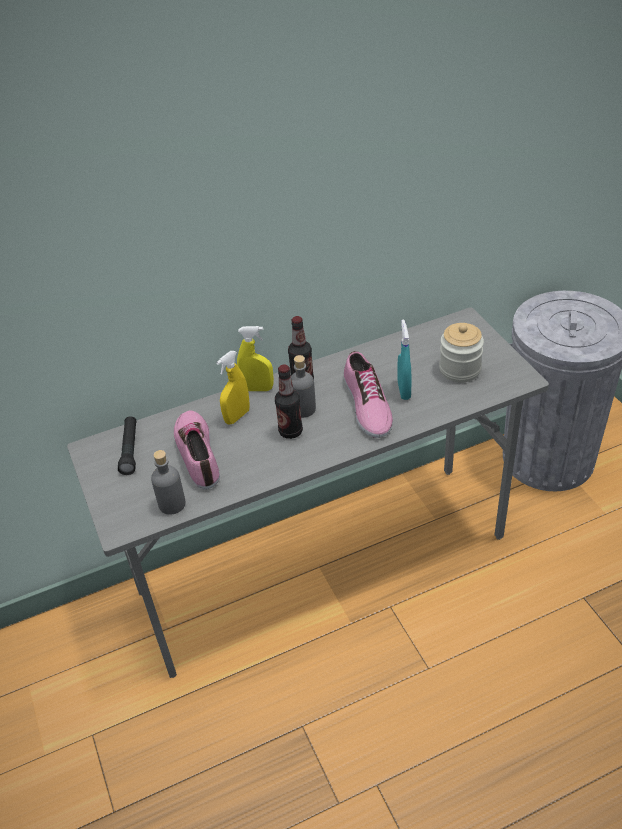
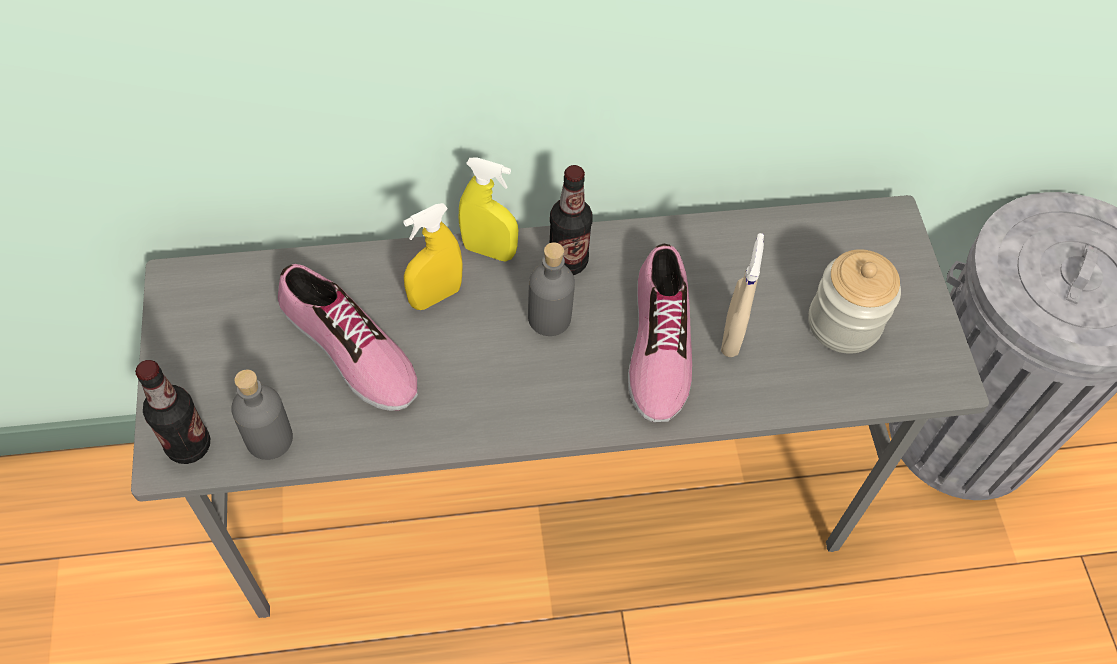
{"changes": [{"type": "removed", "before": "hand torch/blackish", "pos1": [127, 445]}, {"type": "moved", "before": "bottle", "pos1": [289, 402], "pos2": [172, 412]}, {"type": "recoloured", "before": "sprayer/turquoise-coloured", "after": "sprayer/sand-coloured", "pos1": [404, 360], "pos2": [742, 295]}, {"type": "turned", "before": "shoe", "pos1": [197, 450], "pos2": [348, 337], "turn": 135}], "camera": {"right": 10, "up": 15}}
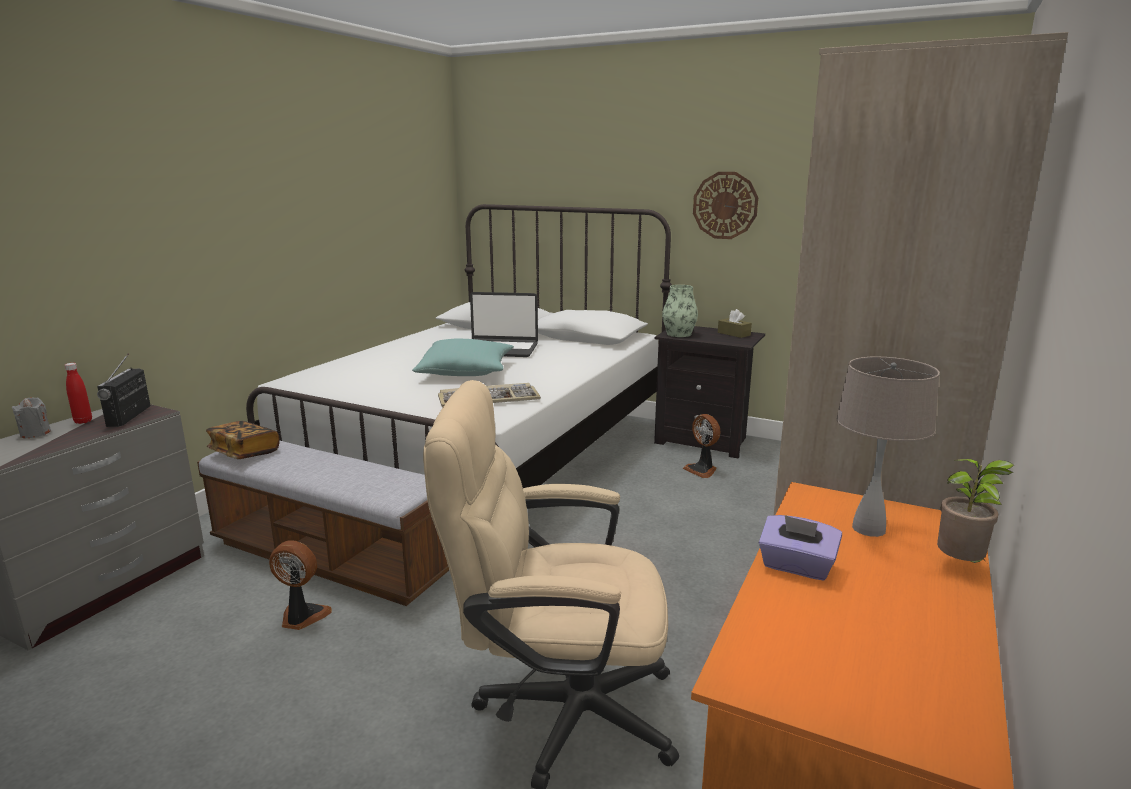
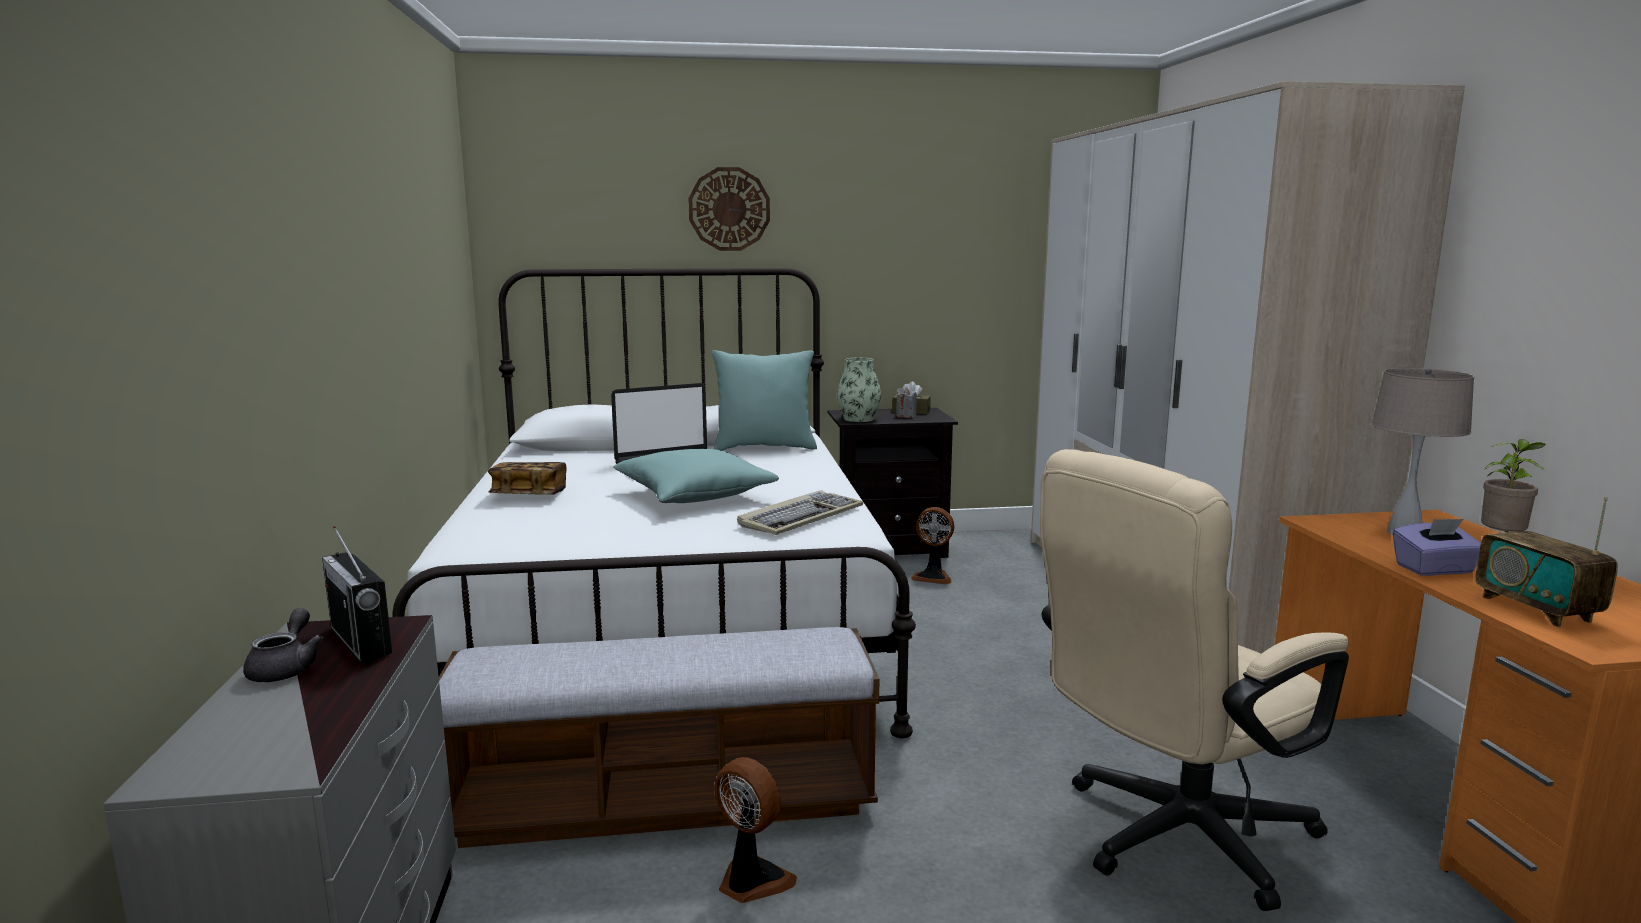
{"changes": [{"type": "added", "after": "throw pillow/turquoise-coloured", "pos2": [764, 400]}, {"type": "added", "after": "radio set", "pos2": [1546, 562]}, {"type": "moved", "before": "wax candle/grey", "pos1": [31, 417], "pos2": [906, 402]}, {"type": "moved", "before": "volume", "pos1": [243, 440], "pos2": [527, 478]}, {"type": "moved", "before": "wall clock", "pos1": [725, 205], "pos2": [729, 209]}, {"type": "replaced", "before": "bottle/red", "after": "tea pot/grey", "pos1": [78, 393], "pos2": [283, 645]}, {"type": "turned", "before": "fan", "pos1": [300, 585], "pos2": [755, 830], "turn": 60}], "camera": {"right": -35, "up": -5}}
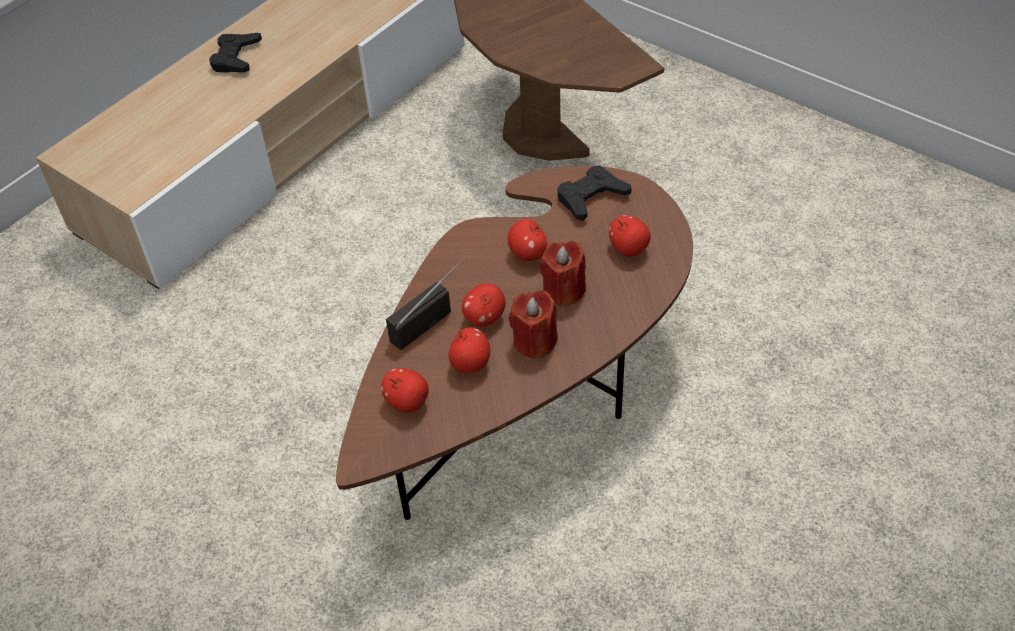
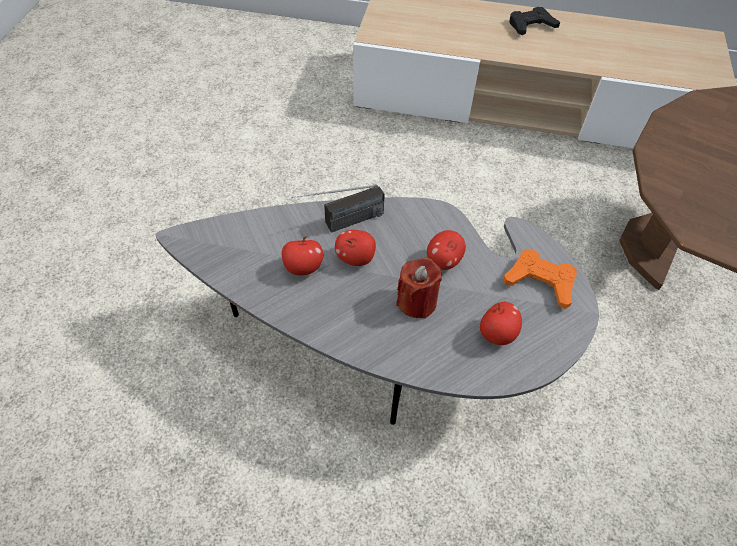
{"changes": [{"type": "removed", "before": "whole apple", "pos1": [405, 390]}, {"type": "removed", "before": "wax candle/red", "pos1": [533, 324]}, {"type": "recoloured", "before": "coffee table/brownish", "after": "coffee table/grey", "pos1": [514, 343], "pos2": [377, 311]}, {"type": "recoloured", "before": "game controller/blackish", "after": "game controller/orange-coloured", "pos1": [594, 193], "pos2": [540, 279]}, {"type": "turned", "before": "radio set", "pos1": [429, 299], "pos2": [338, 208], "turn": 135}], "camera": {"right": 60, "up": 5}}
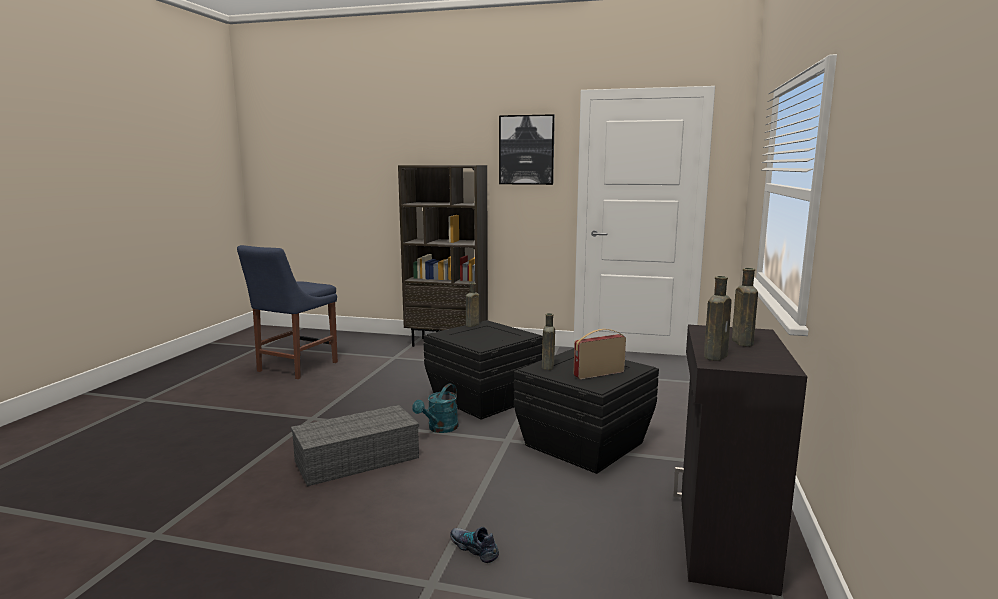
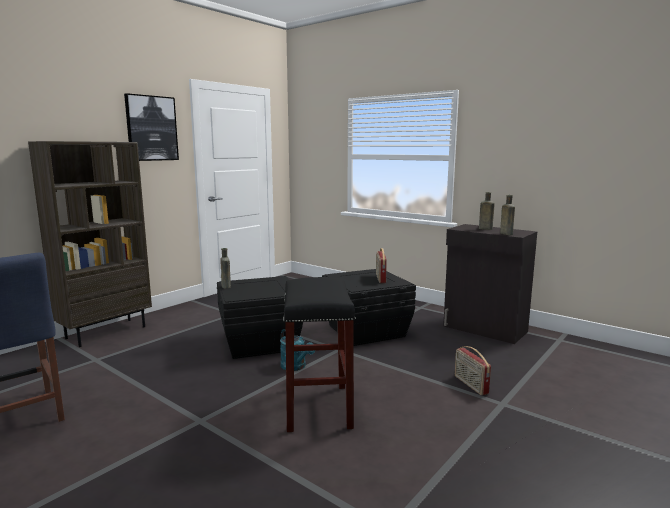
{"changes": [{"type": "removed", "before": "bottle/brownish", "pos1": [548, 341]}, {"type": "replaced", "before": "storage box/grey", "after": "stool/blackish", "pos1": [355, 445], "pos2": [319, 354]}, {"type": "replaced", "before": "shoe", "after": "radio set", "pos1": [474, 545], "pos2": [473, 370]}], "camera": {"right": -65, "up": 0}}
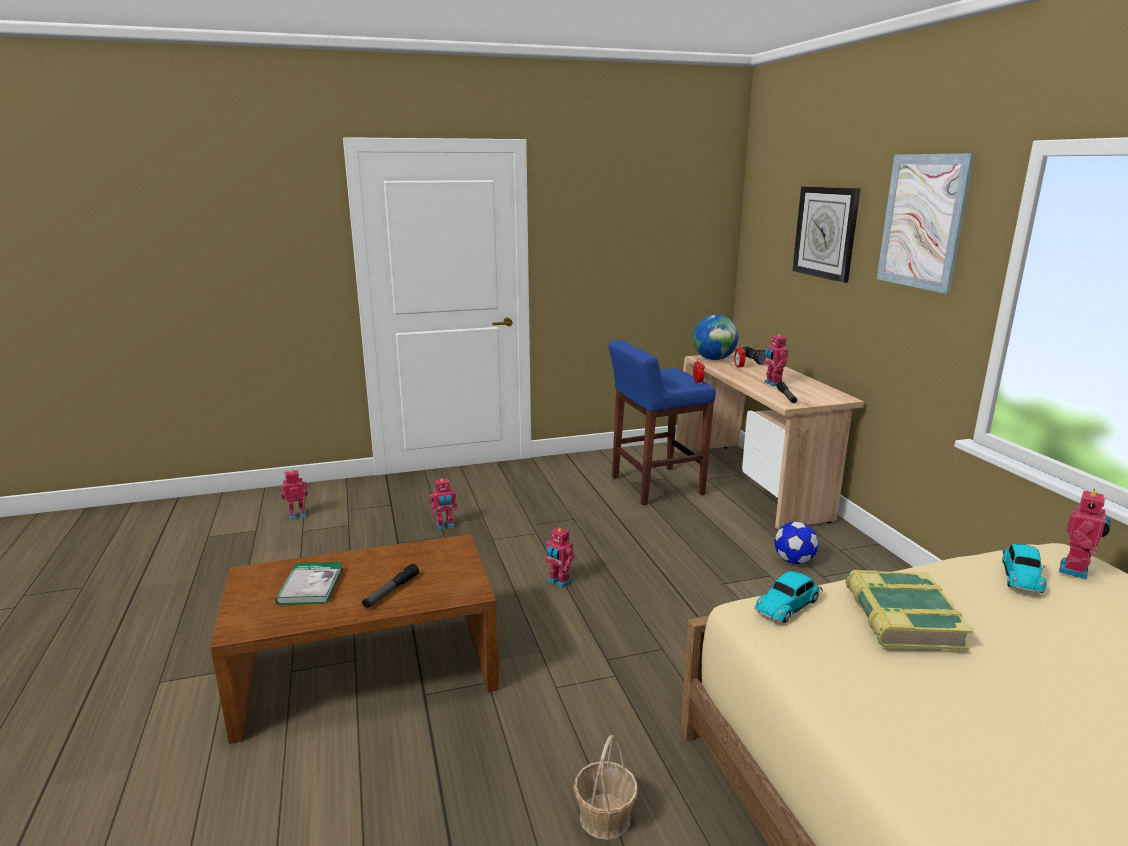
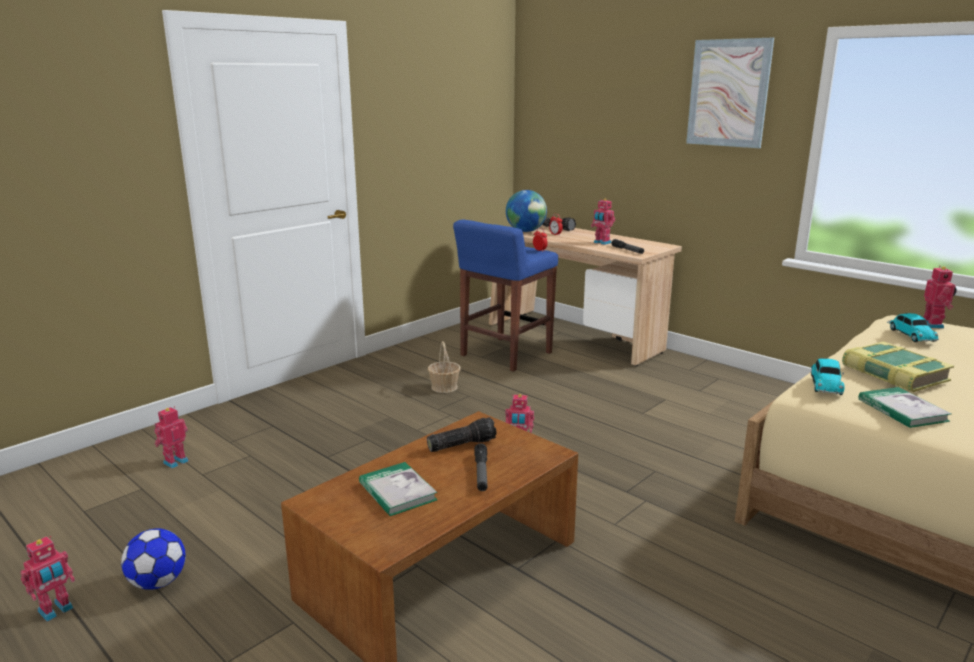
{"changes": [{"type": "removed", "before": "wall clock", "pos1": [826, 234]}, {"type": "added", "after": "hand torch", "pos2": [462, 434]}, {"type": "added", "after": "volume", "pos2": [905, 407]}, {"type": "moved", "before": "model robot", "pos1": [443, 504], "pos2": [48, 579]}, {"type": "moved", "before": "basket", "pos1": [606, 787], "pos2": [444, 367]}, {"type": "moved", "before": "ball for football", "pos1": [796, 543], "pos2": [153, 559]}], "camera": {"right": -30, "up": 0}}
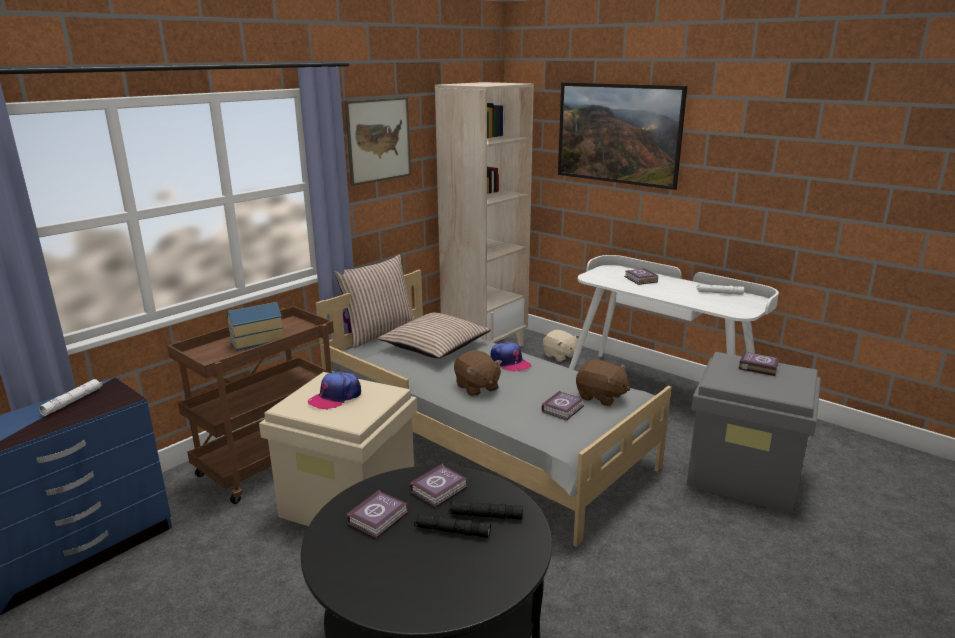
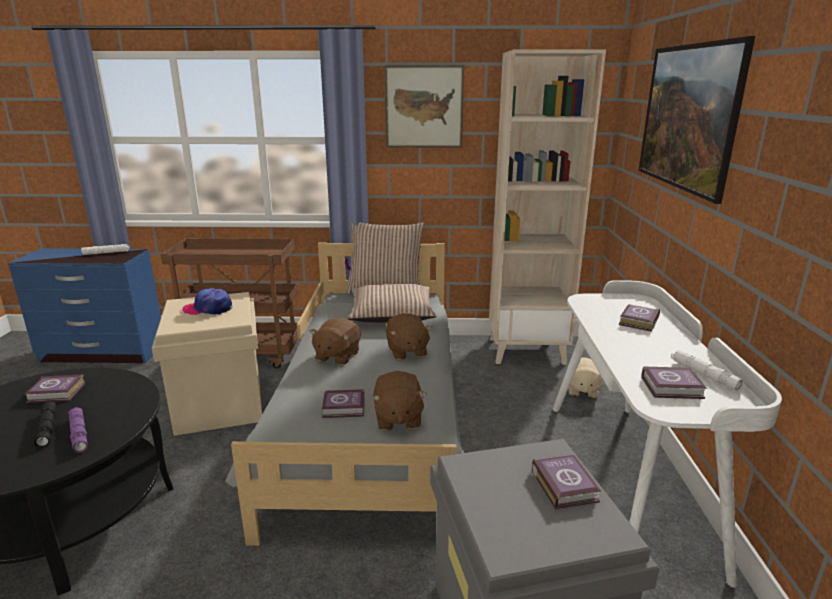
{"changes": [{"type": "removed", "before": "miniature house", "pos1": [255, 326]}, {"type": "moved", "before": "volume", "pos1": [439, 486], "pos2": [674, 382]}, {"type": "replaced", "before": "peaked cap", "after": "cuddly toy/brownish", "pos1": [510, 356], "pos2": [409, 336]}, {"type": "recoloured", "before": "hand torch/blackish", "after": "hand torch/purple", "pos1": [486, 510], "pos2": [78, 430]}], "camera": {"right": 50, "up": 0}}
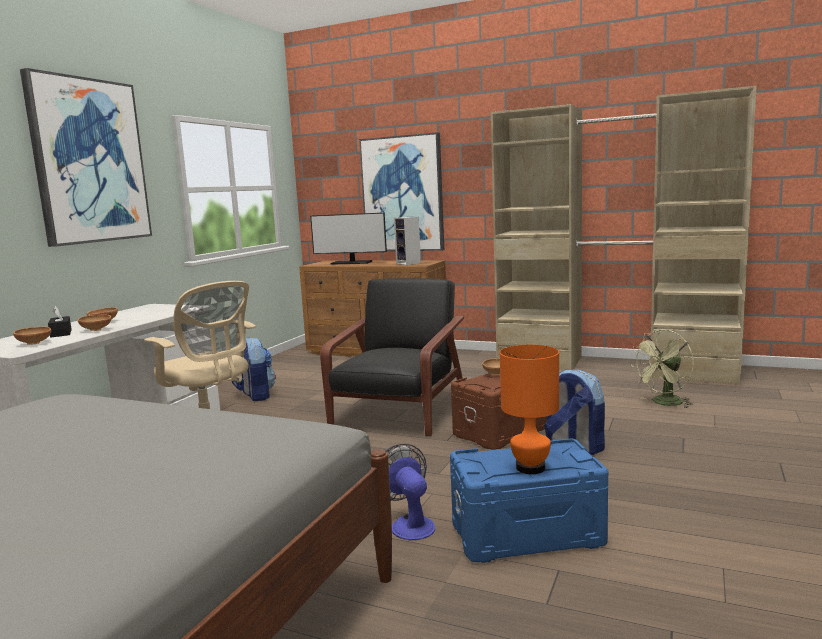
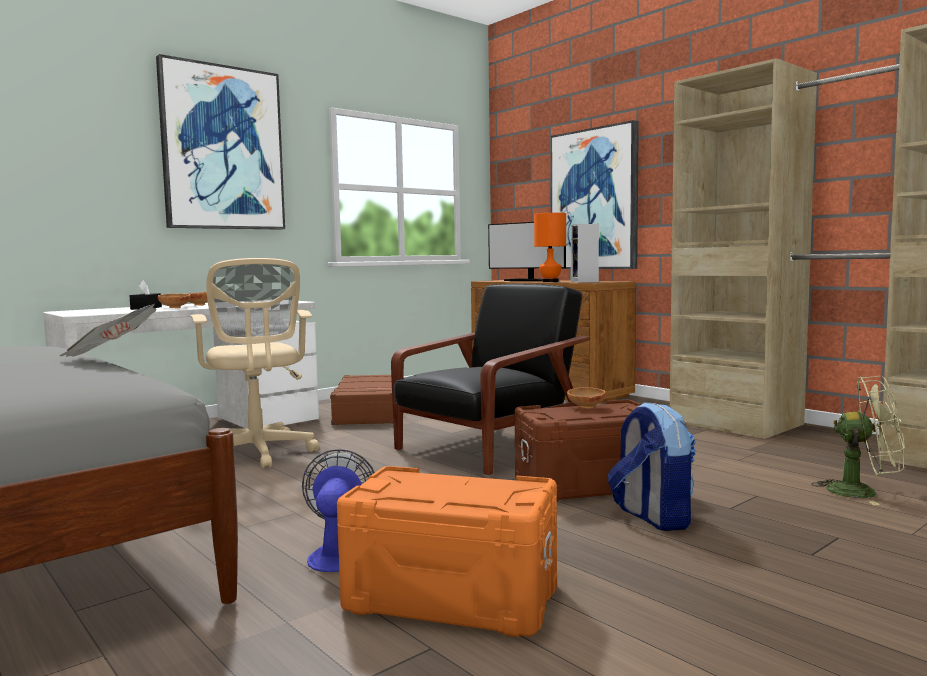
{"changes": [{"type": "removed", "before": "deep dish/brownish", "pos1": [32, 336]}, {"type": "added", "after": "daily paper", "pos2": [108, 330]}, {"type": "moved", "before": "tabletop lamp/orange-coloured", "pos1": [529, 409], "pos2": [550, 247]}, {"type": "replaced", "before": "knapsack", "after": "suitcase/brownish", "pos1": [254, 369], "pos2": [361, 400]}, {"type": "recoloured", "before": "storage box/bluish", "after": "storage box/orange-coloured", "pos1": [529, 500], "pos2": [447, 551]}, {"type": "turned", "before": "fan/green-coloured", "pos1": [661, 369], "pos2": [858, 440], "turn": -150}], "camera": {"right": 25, "up": -5}}
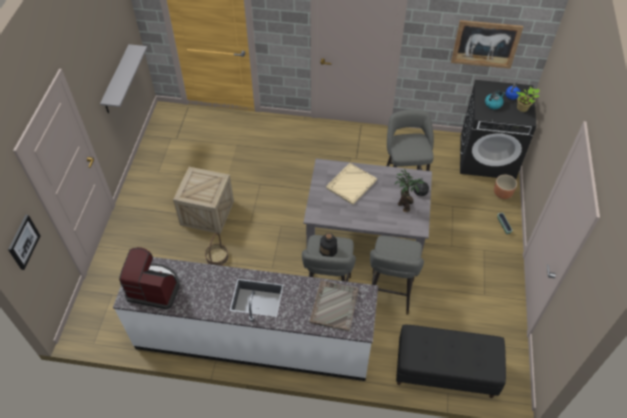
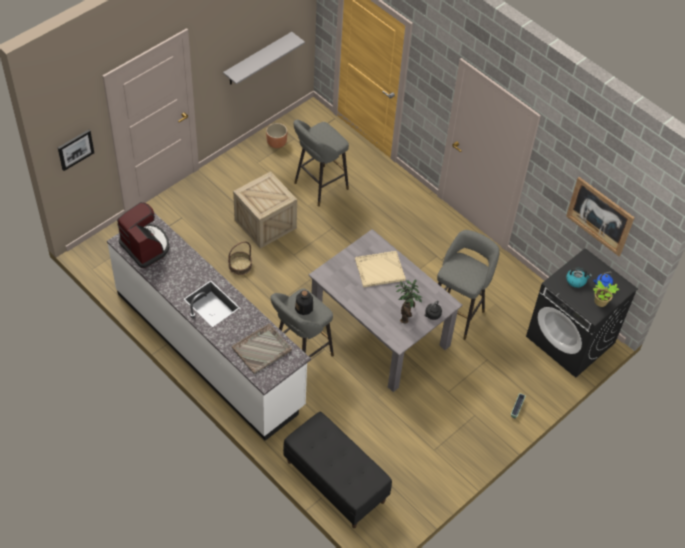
{"changes": [{"type": "moved", "before": "stool/grey", "pos1": [397, 275], "pos2": [321, 163]}, {"type": "moved", "before": "plant pot/brownish", "pos1": [505, 187], "pos2": [276, 135]}], "camera": {"right": 35, "up": 0}}
